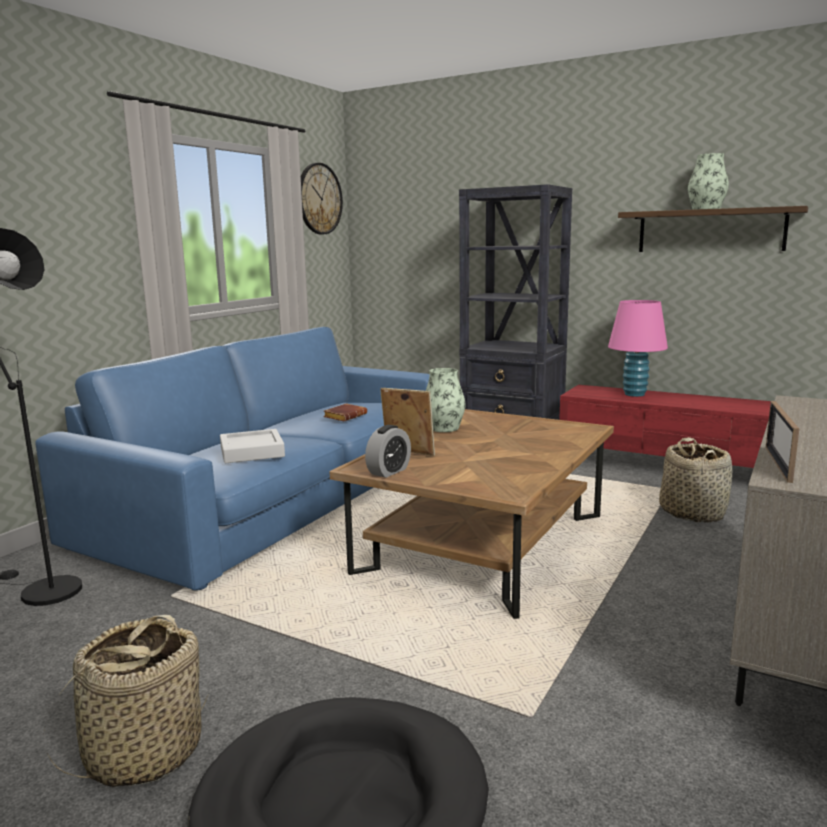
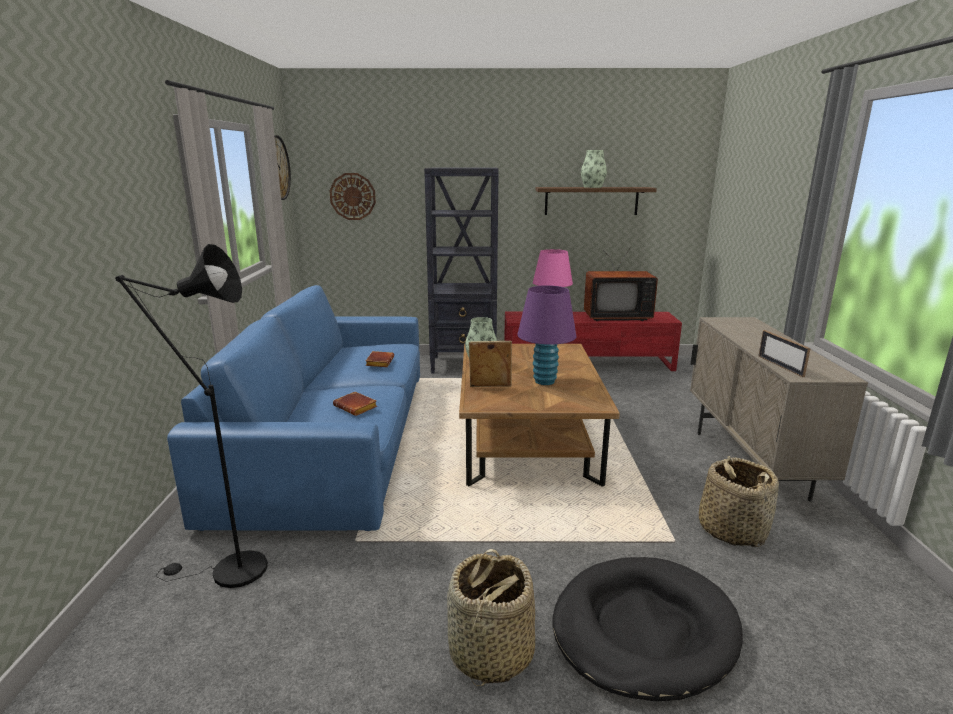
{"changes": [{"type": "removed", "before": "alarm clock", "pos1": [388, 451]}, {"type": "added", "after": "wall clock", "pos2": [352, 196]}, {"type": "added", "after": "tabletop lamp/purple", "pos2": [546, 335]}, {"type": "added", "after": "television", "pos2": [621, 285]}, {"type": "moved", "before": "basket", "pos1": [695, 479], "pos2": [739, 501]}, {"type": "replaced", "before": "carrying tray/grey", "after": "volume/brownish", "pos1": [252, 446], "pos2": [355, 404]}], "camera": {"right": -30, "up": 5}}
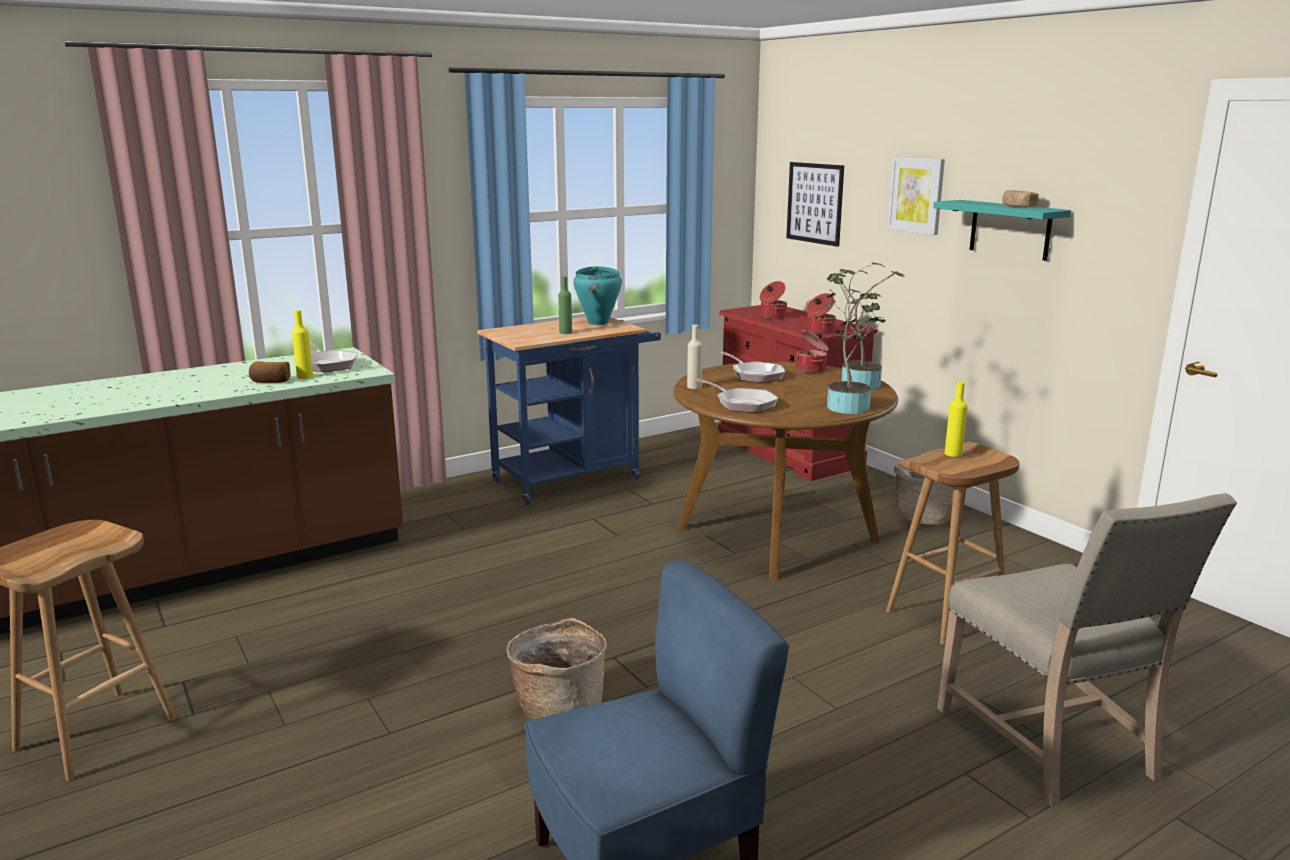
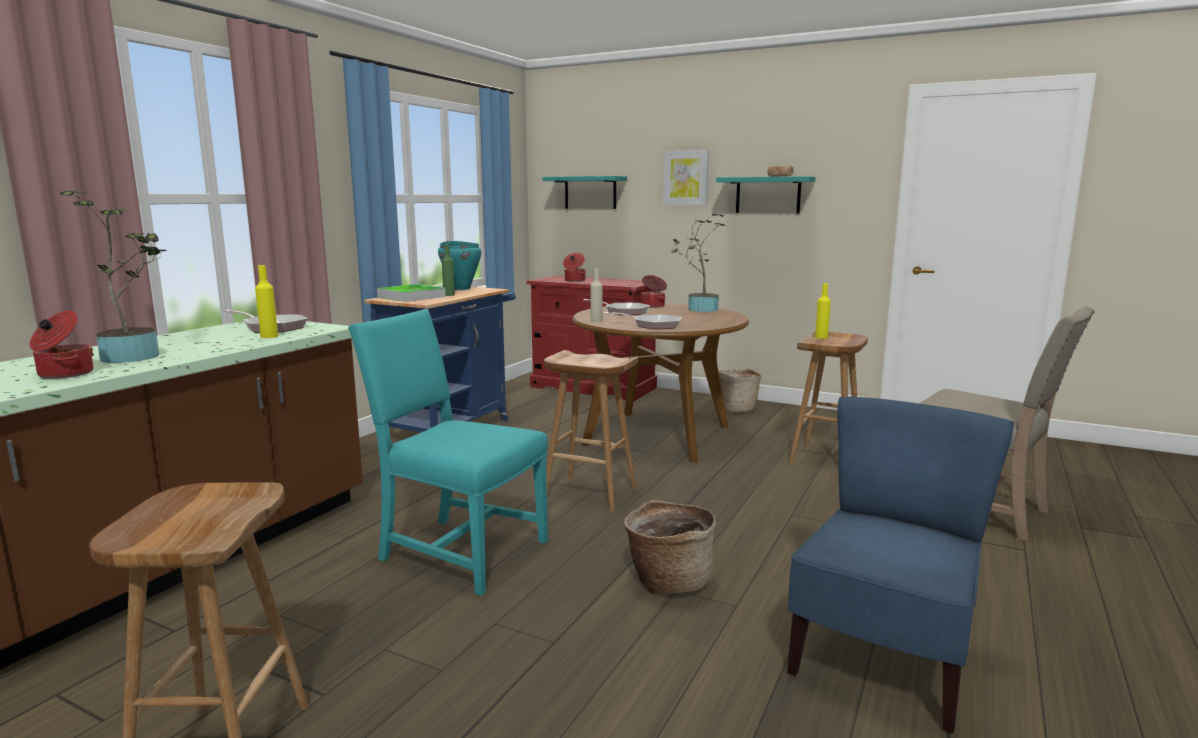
{"changes": [{"type": "removed", "before": "baked bread", "pos1": [270, 372]}, {"type": "added", "after": "chair/turquoise-coloured", "pos2": [448, 452]}, {"type": "added", "after": "carrying tray", "pos2": [411, 293]}, {"type": "added", "after": "stool/brownish", "pos2": [591, 431]}, {"type": "moved", "before": "cooking pot", "pos1": [821, 313], "pos2": [62, 344]}, {"type": "moved", "before": "houseplant", "pos1": [856, 343], "pos2": [113, 276]}, {"type": "replaced", "before": "picture", "after": "wall shelf/turquoise-coloured", "pos1": [815, 204], "pos2": [584, 192]}], "camera": {"right": -30, "up": -5}}
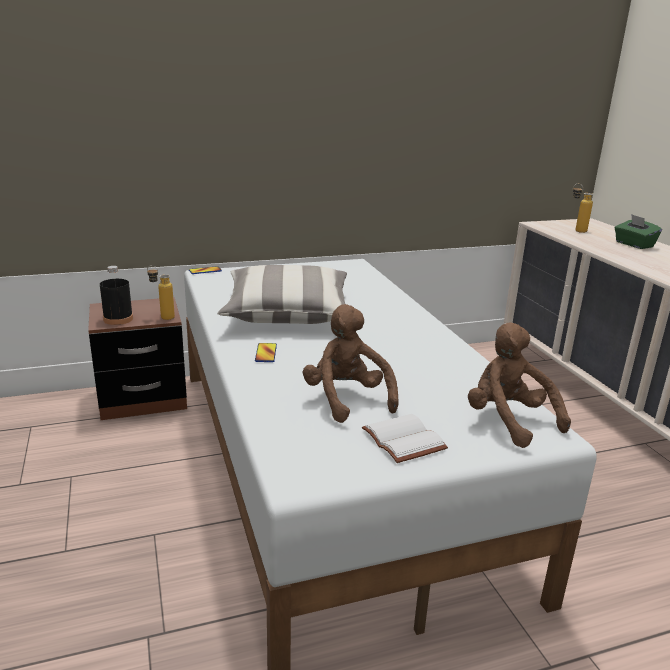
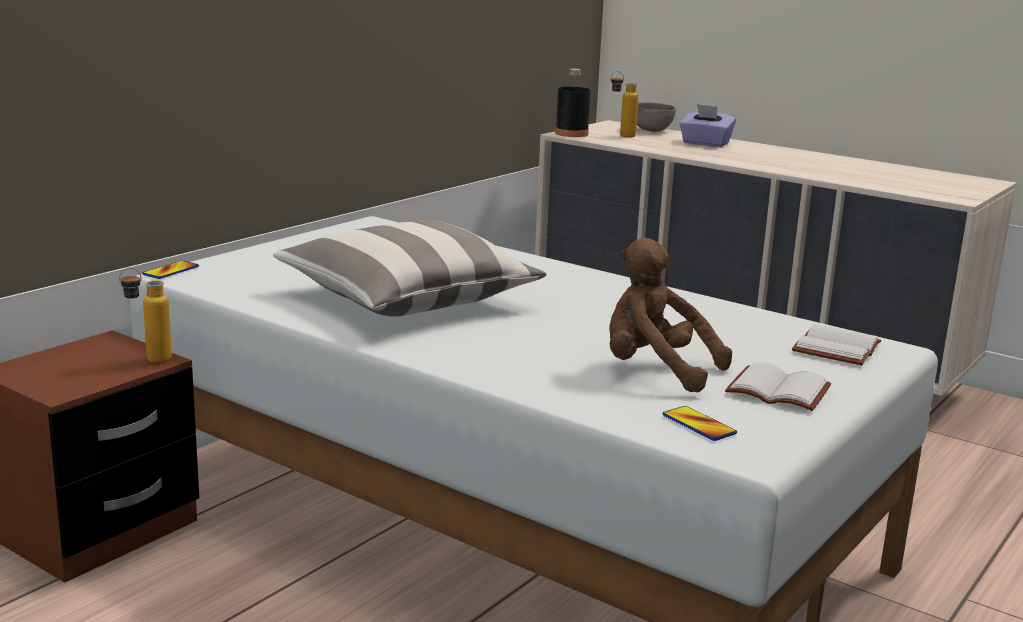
{"changes": [{"type": "added", "after": "deep dish/grey", "pos2": [656, 117]}, {"type": "moved", "before": "bottle/blackish", "pos1": [116, 295], "pos2": [572, 103]}, {"type": "moved", "before": "handset", "pos1": [266, 352], "pos2": [700, 423]}, {"type": "replaced", "before": "cuddly toy/brownish", "after": "volume/white", "pos1": [519, 385], "pos2": [837, 344]}, {"type": "recoloured", "before": "tissue holder/green-coloured", "after": "tissue holder/purple", "pos1": [638, 231], "pos2": [707, 125]}], "camera": {"right": -35, "up": -5}}
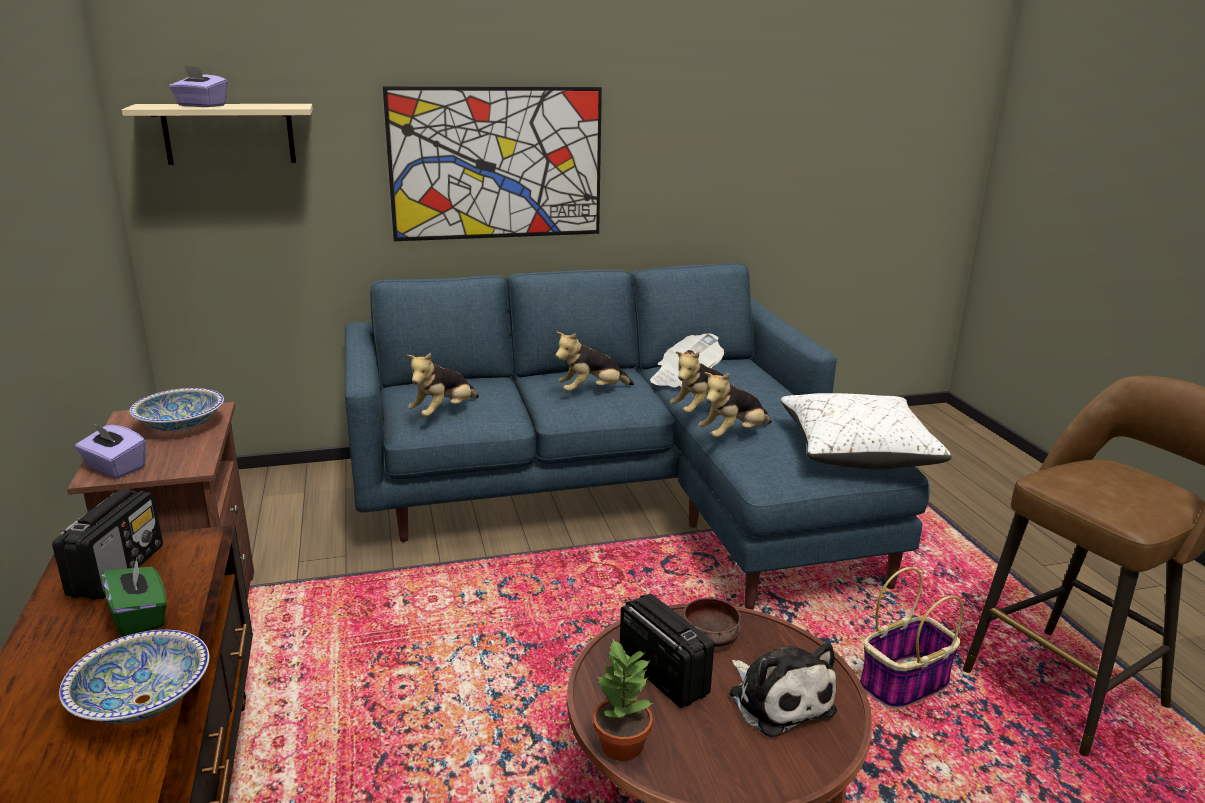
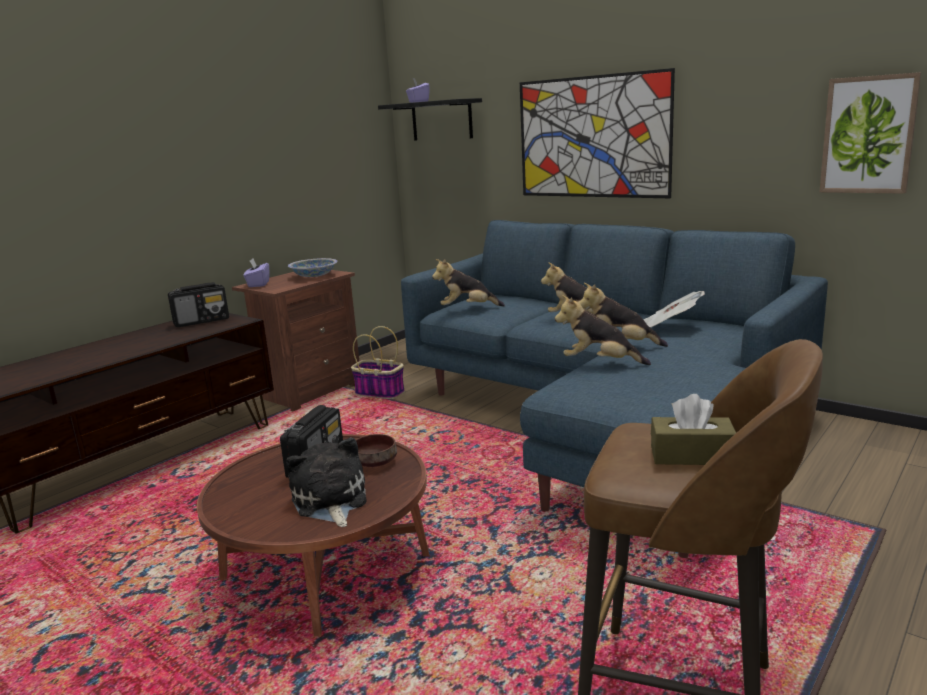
{"changes": [{"type": "removed", "before": "deep dish", "pos1": [134, 677]}, {"type": "removed", "before": "tissue holder/green-coloured", "pos1": [134, 597]}, {"type": "removed", "before": "houseplant", "pos1": [623, 700]}, {"type": "removed", "before": "throw pillow/white", "pos1": [866, 431]}, {"type": "added", "after": "tissue holder/brownish", "pos2": [693, 429]}, {"type": "added", "after": "picture", "pos2": [870, 133]}, {"type": "moved", "before": "basket", "pos1": [912, 638], "pos2": [378, 362]}, {"type": "recoloured", "before": "wall shelf/sand-coloured", "after": "wall shelf/blackish", "pos1": [217, 134], "pos2": [430, 119]}, {"type": "turned", "before": "cuddly toy", "pos1": [783, 690], "pos2": [326, 482], "turn": 135}], "camera": {"right": 55, "up": -5}}
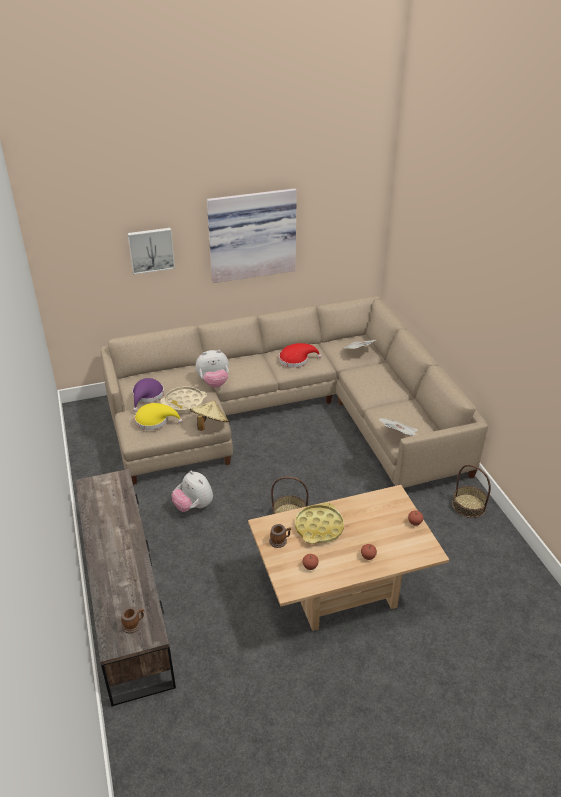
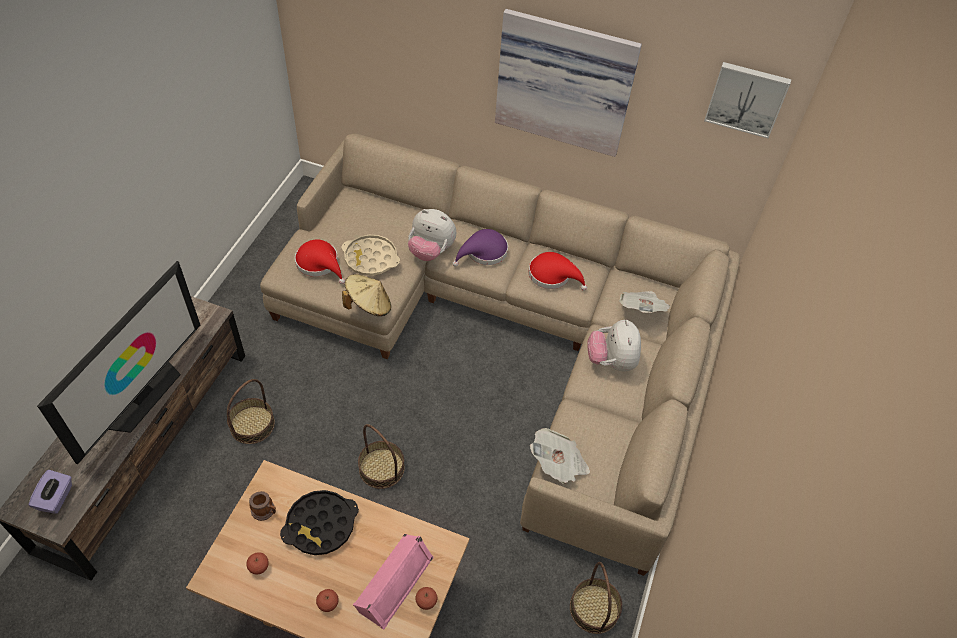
{"changes": [{"type": "added", "after": "television", "pos2": [119, 363]}, {"type": "added", "after": "basket", "pos2": [251, 411]}, {"type": "added", "after": "speaker/pink-coloured", "pos2": [393, 582]}, {"type": "moved", "before": "picture", "pos1": [151, 251], "pos2": [747, 100]}, {"type": "moved", "before": "hat/purple", "pos1": [148, 395], "pos2": [480, 248]}, {"type": "moved", "before": "cuddly toy", "pos1": [192, 491], "pos2": [614, 346]}, {"type": "replaced", "before": "coffee mug", "after": "tissue holder/purple", "pos1": [132, 620], "pos2": [50, 491]}, {"type": "recoloured", "before": "hat/yellowish", "after": "hat/red", "pos1": [159, 416], "pos2": [320, 261]}, {"type": "recoloured", "before": "carrying tray/yellowish", "after": "carrying tray/blackish", "pos1": [319, 523], "pos2": [319, 522]}], "camera": {"right": 35, "up": 15}}
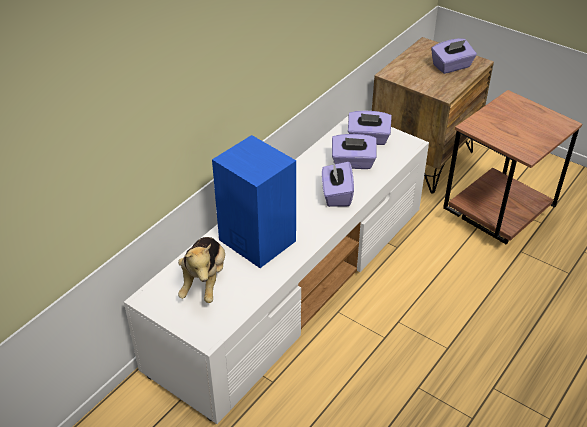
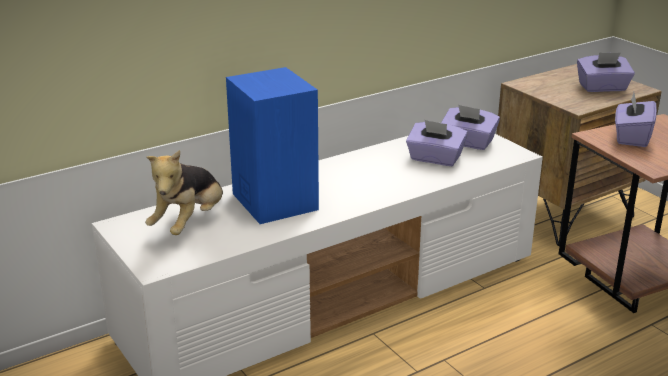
{"changes": [{"type": "moved", "before": "tissue holder/purple", "pos1": [338, 184], "pos2": [636, 119]}], "camera": {"right": 20, "up": -15}}
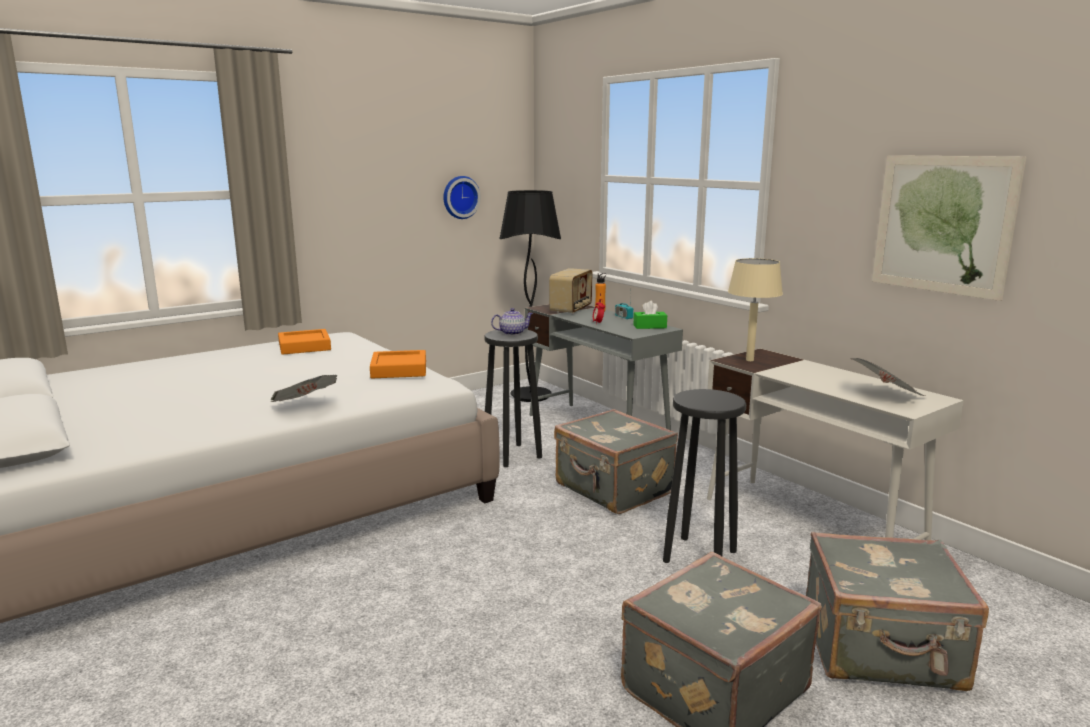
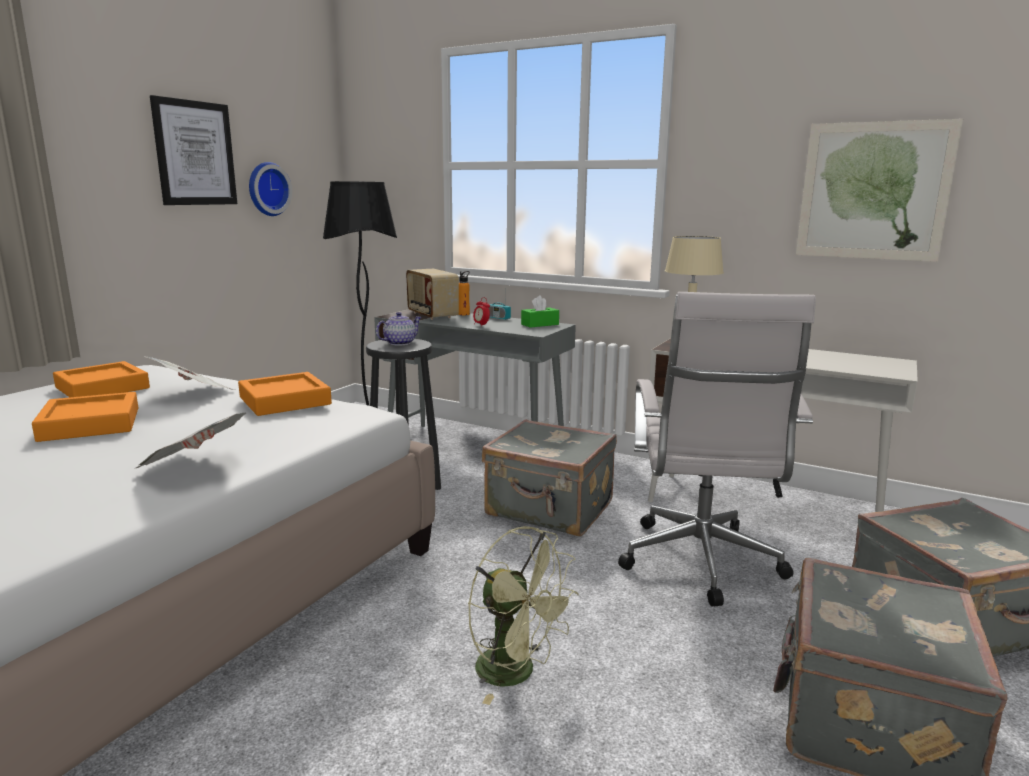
{"changes": [{"type": "added", "after": "carrying tray/orange-coloured", "pos2": [85, 417]}, {"type": "added", "after": "picture", "pos2": [193, 150]}, {"type": "added", "after": "fan/green-coloured", "pos2": [523, 615]}, {"type": "moved", "before": "daily paper", "pos1": [887, 377], "pos2": [189, 373]}, {"type": "replaced", "before": "stool/blackish", "after": "desk chair/white", "pos1": [704, 476], "pos2": [717, 449]}, {"type": "turned", "before": "radio set", "pos1": [571, 291], "pos2": [432, 294], "turn": 150}], "camera": {"right": -25, "up": 0}}
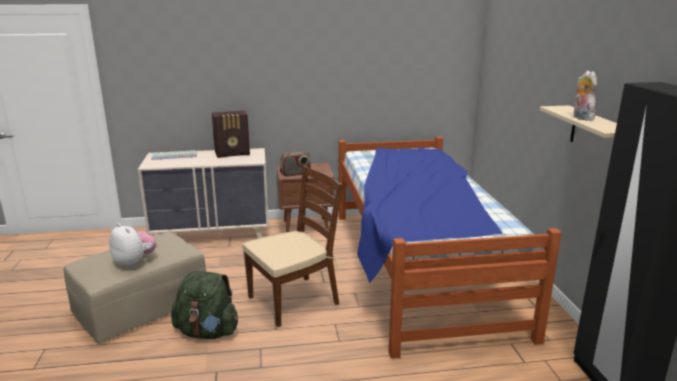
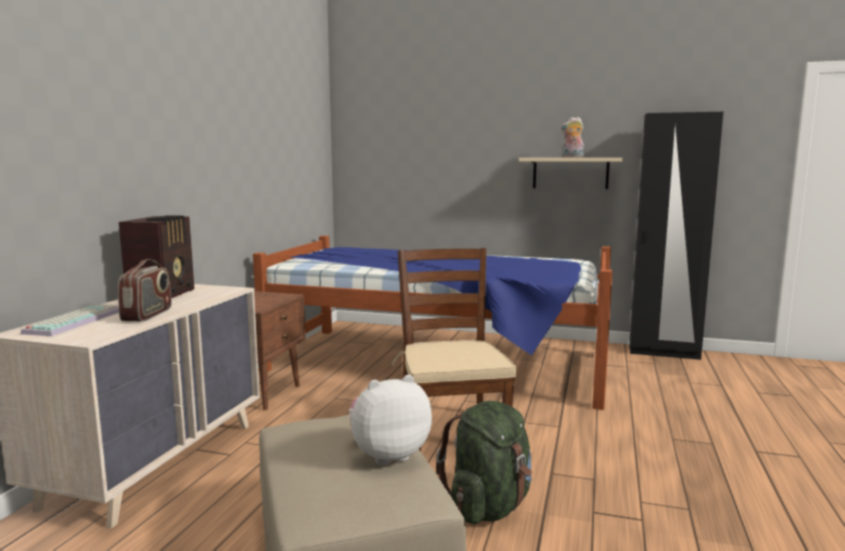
{"changes": [{"type": "moved", "before": "radio set", "pos1": [295, 163], "pos2": [145, 290]}], "camera": {"right": -65, "up": -10}}
